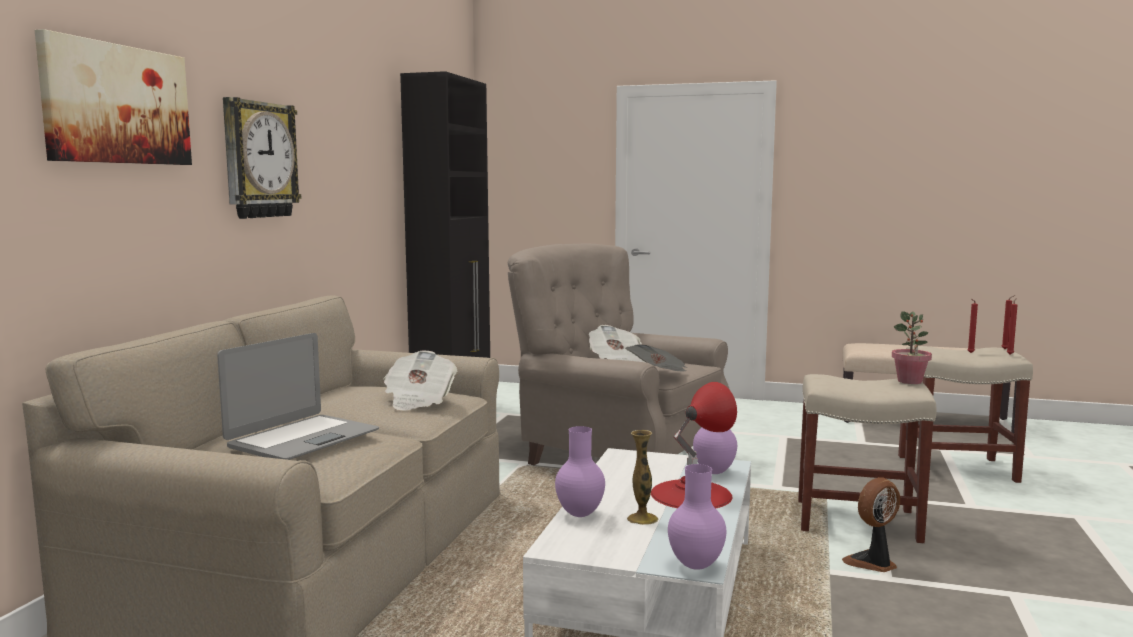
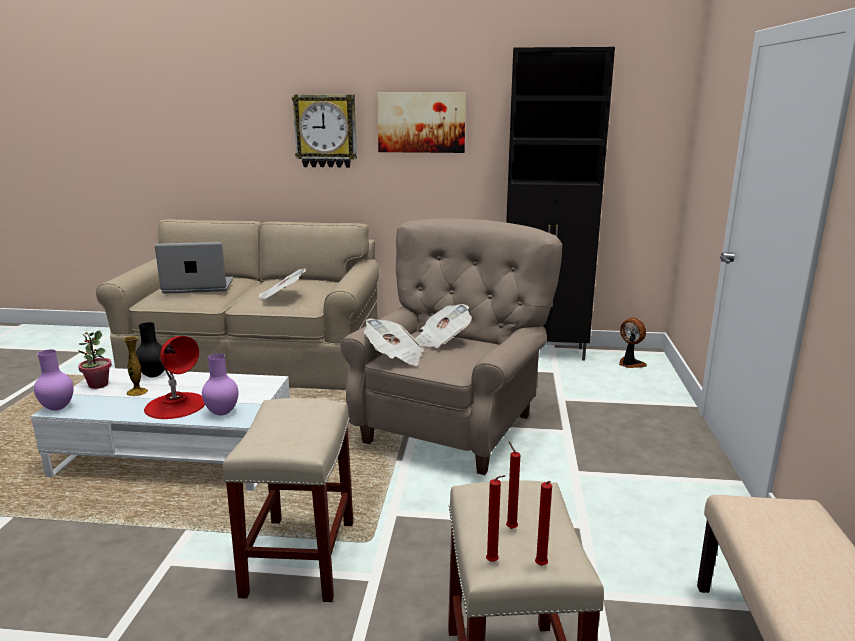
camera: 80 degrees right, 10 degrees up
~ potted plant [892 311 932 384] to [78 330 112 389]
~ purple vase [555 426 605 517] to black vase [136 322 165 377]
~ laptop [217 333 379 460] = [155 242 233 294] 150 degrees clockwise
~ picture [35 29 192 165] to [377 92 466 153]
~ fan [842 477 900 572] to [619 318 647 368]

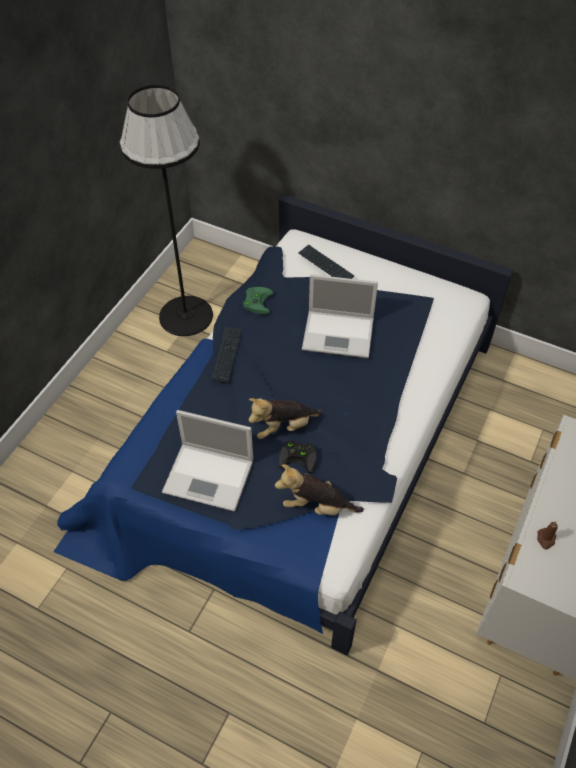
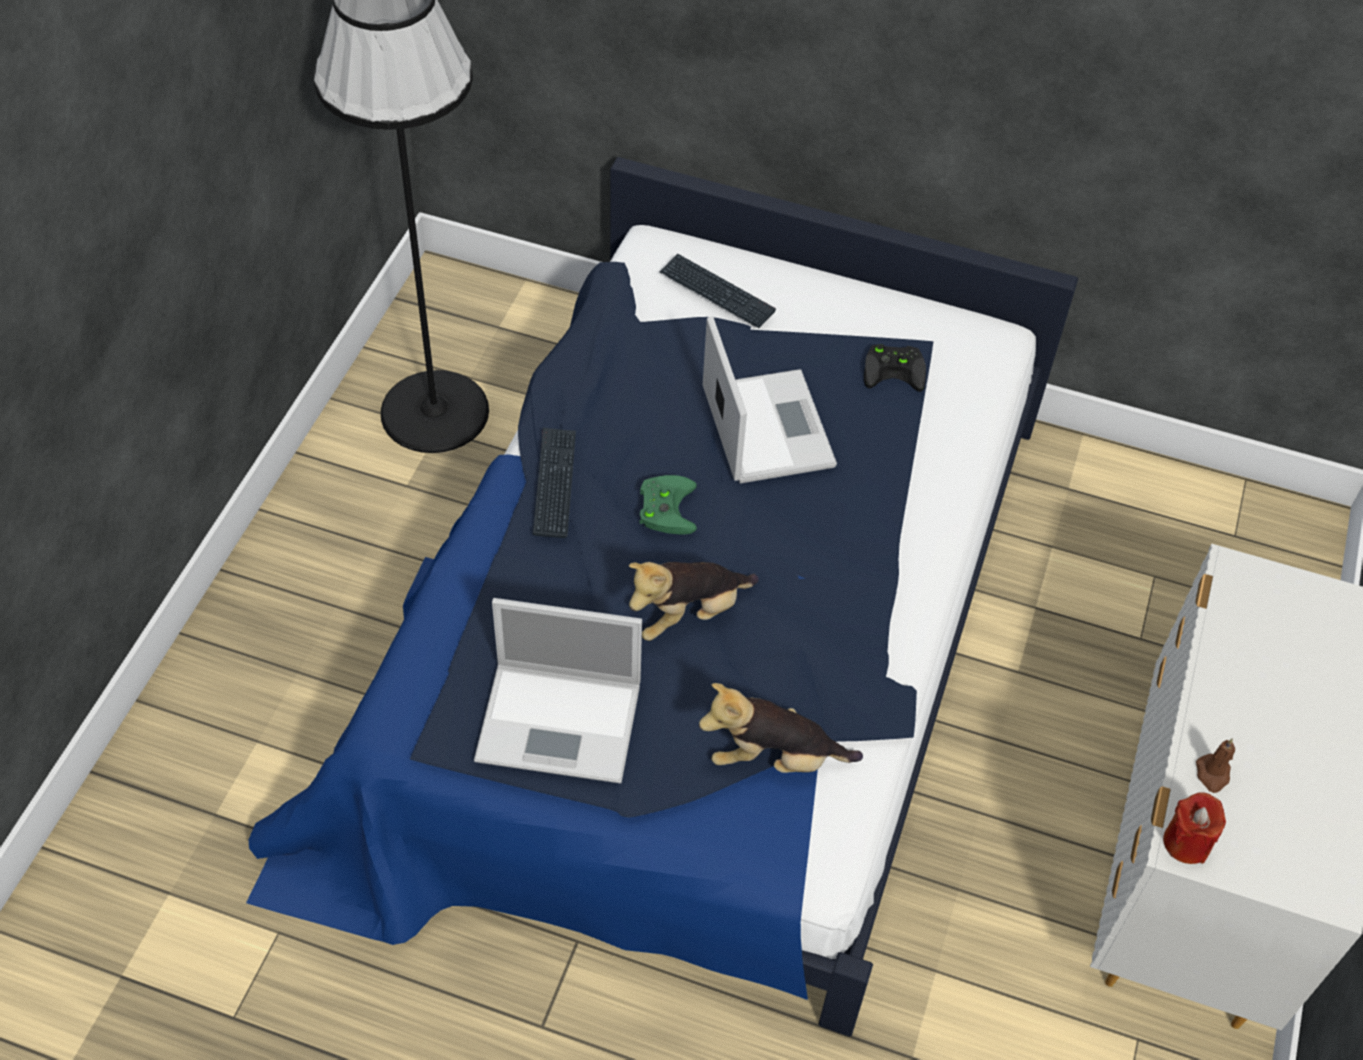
camera: 10 degrees left, 0 degrees up
~ green game controller [243 287 274 314] to [640 475 697 535]
~ laptop [302 274 378 358] = [703 316 837 483] 105 degrees counterclockwise
~ black game controller [278 441 316 473] to [864 344 926 392]
+ red candle [1163 792 1226 864]

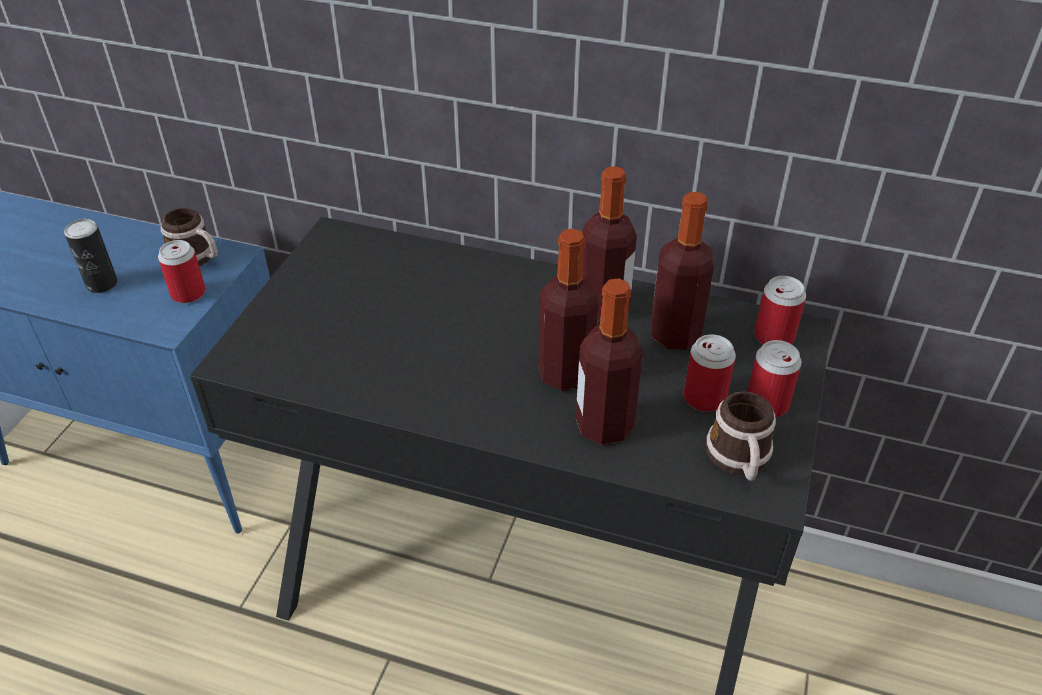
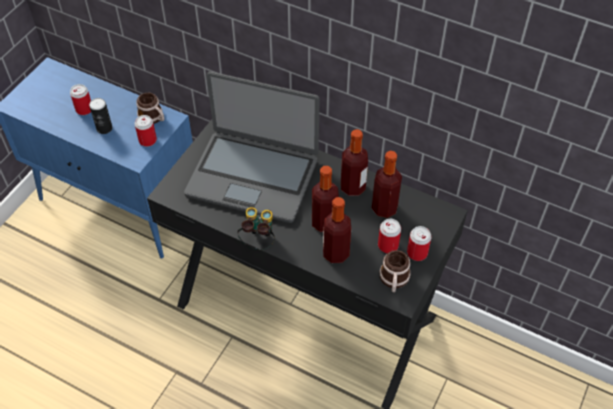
camera: 10 degrees right, 10 degrees up
~ can [754 276 806 344] to [70 84 91 115]
+ laptop [184 71 320 223]
+ binoculars [237 207 275 250]

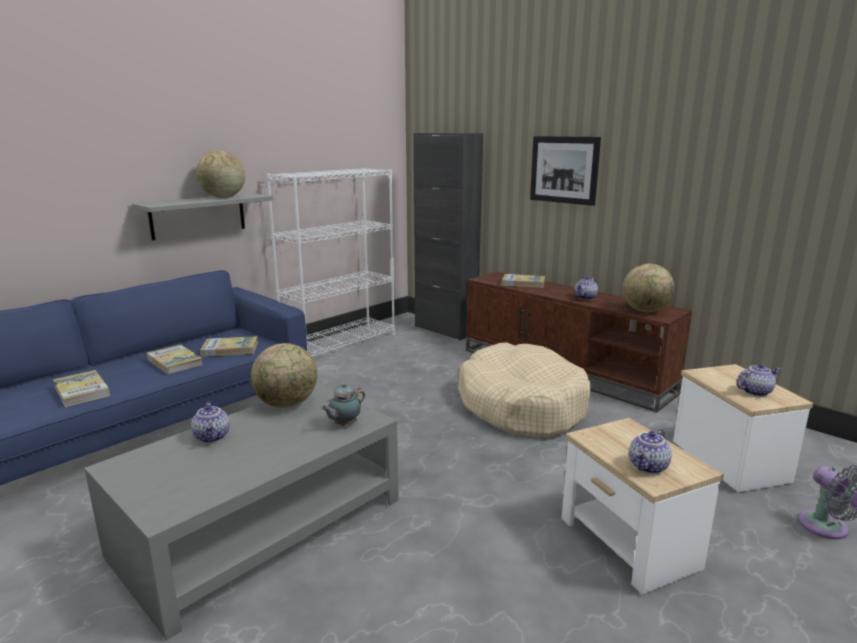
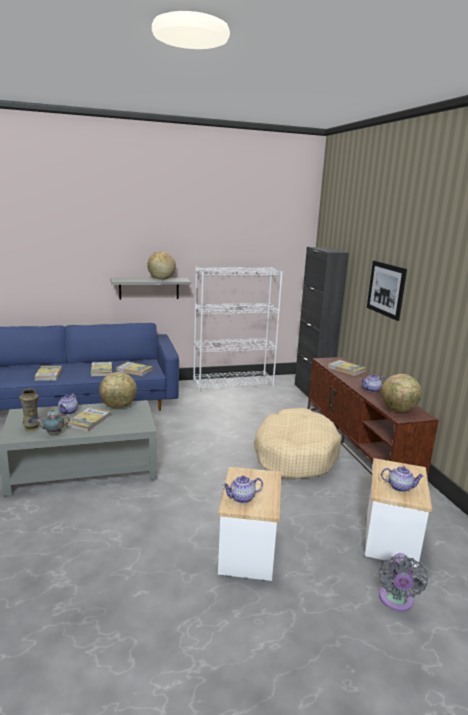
camera: 30 degrees right, 0 degrees up
+ vase [19 389 39 431]
~ teapot [321 383 365 426] to [35 409 70 434]
+ book [66 407 111 432]

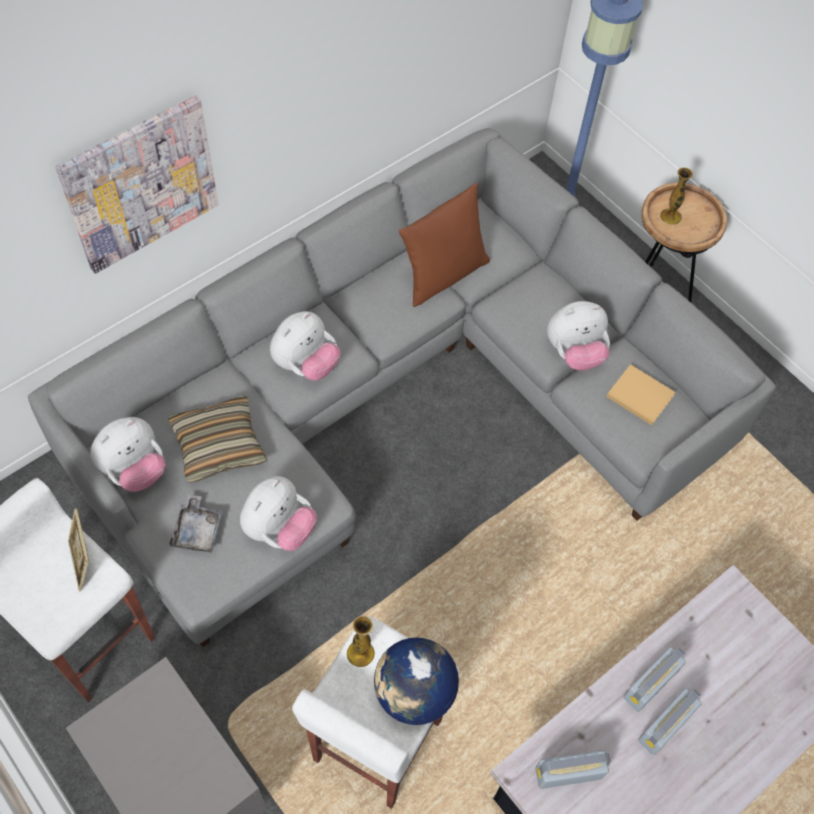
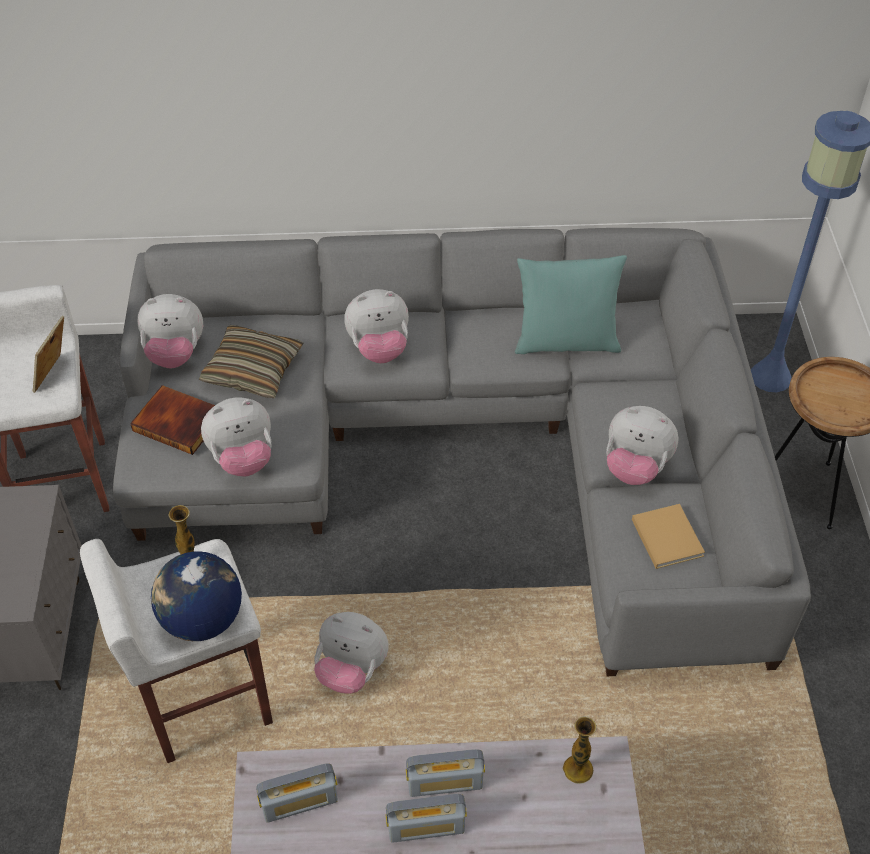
camera: 40 degrees right, 10 degrees down
~ grey tray [169 494 223 553] to book [130 385 215 455]
~ radio [535 750 611 789] = [256 763 338 823] 135 degrees clockwise
+ plush toy [314 612 389 694]
~ brown pillow [399 183 490 307] to turquoise pillow [515 255 627 354]
~ vase [660 167 693 225] to [562 716 597 784]
- picture [55 95 219 274]

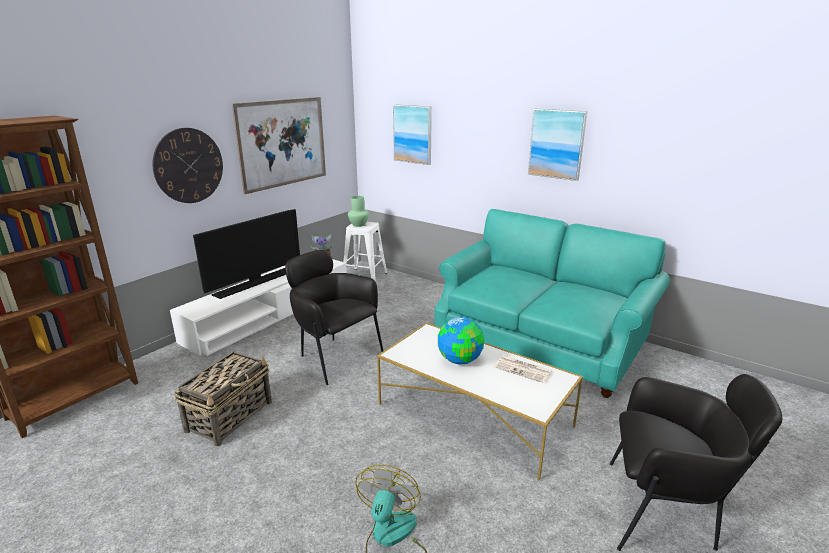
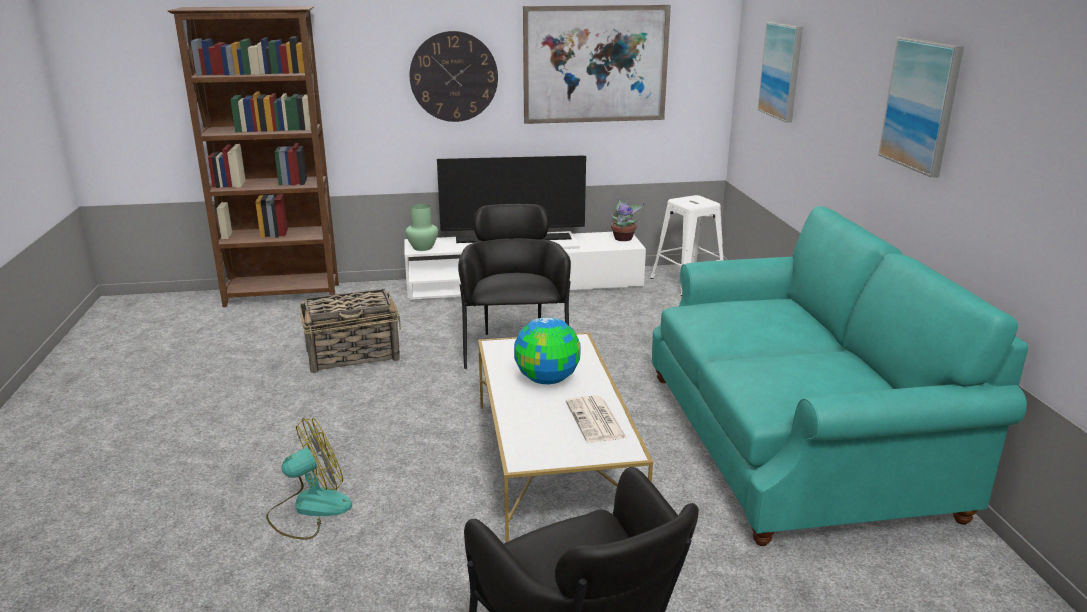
camera: 45 degrees right, 0 degrees up
~ green vase [348 196 369 227] to [405 204 438 251]

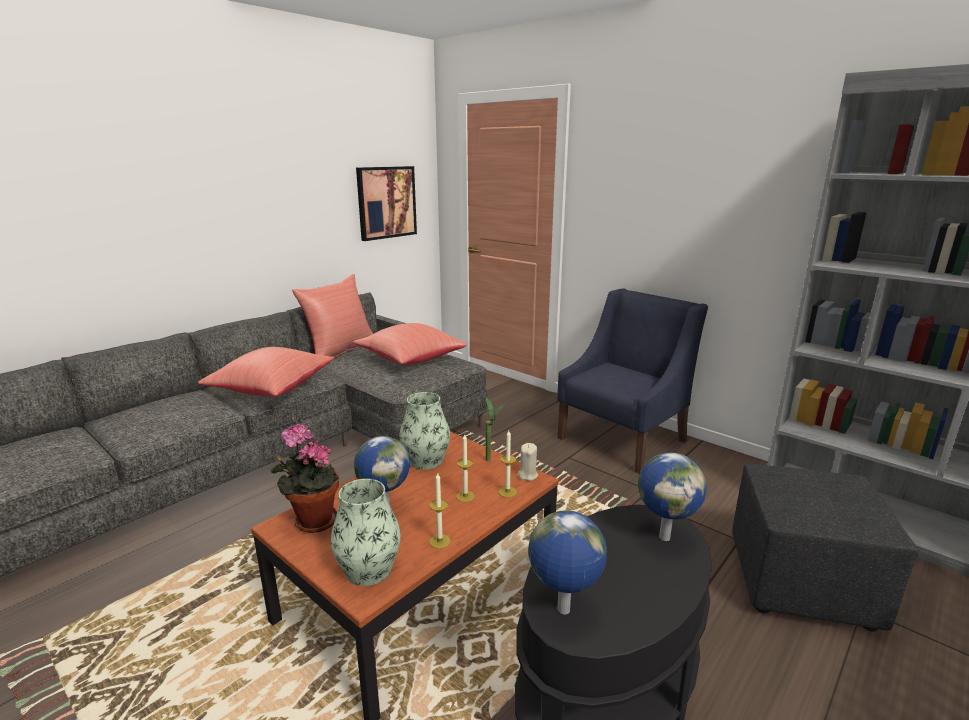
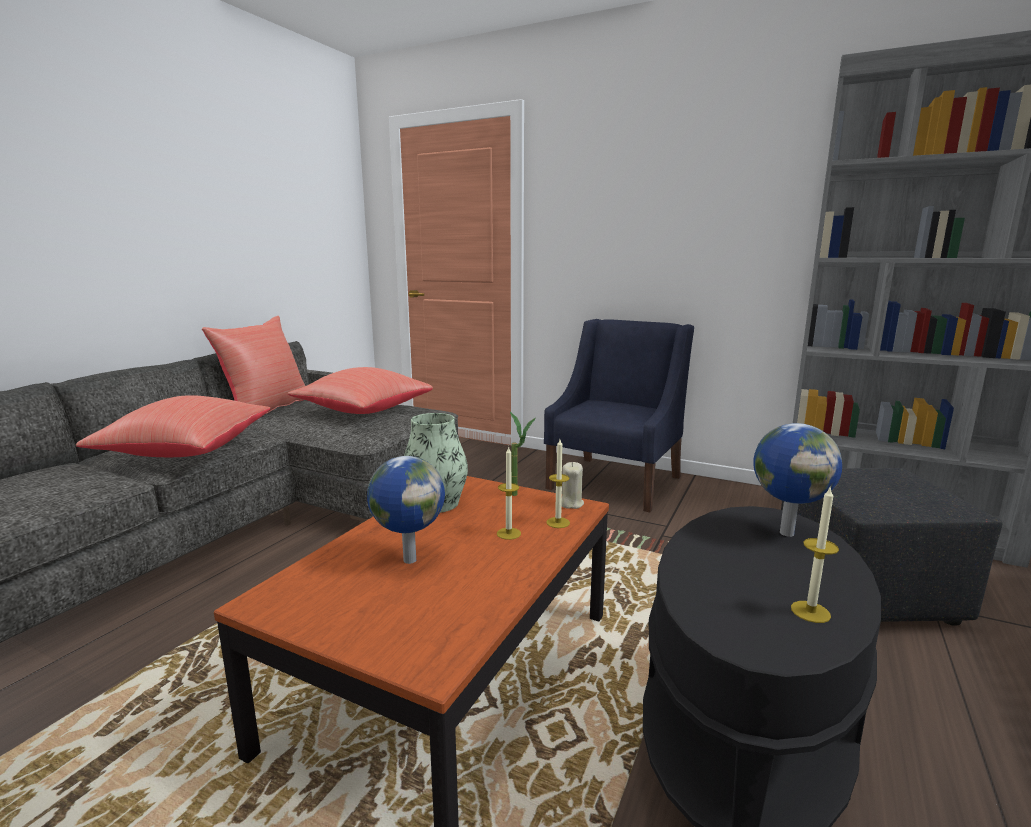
camera: 15 degrees left, 5 degrees down
~ candle [429 472 451 549] to [791 488 839 623]
- potted plant [271 424 339 533]
- vase [330 479 401 586]
- picture [356 166 417 241]
- globe [528 510 607 614]

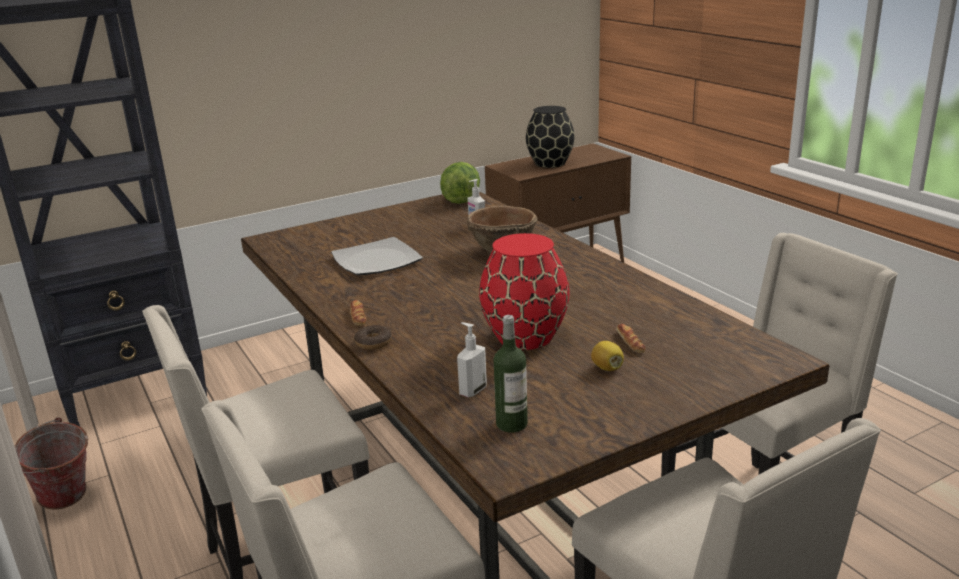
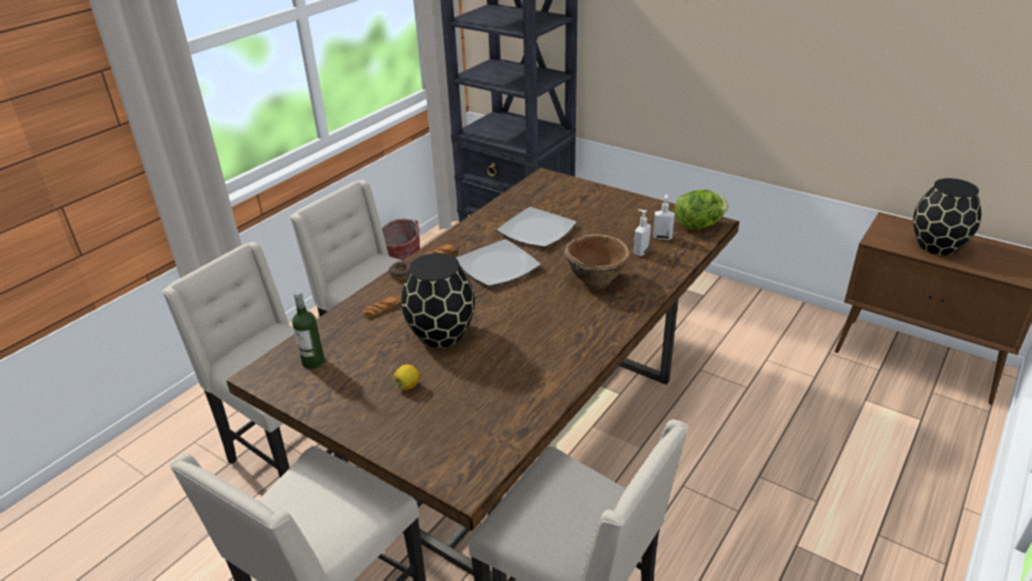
camera: 65 degrees right, 10 degrees up
~ bread [616 324 645 353] to [362 296 400 317]
~ red vase [479 233 570 350] to black vase [401 253 475 348]
+ plate [456 239 541 286]
~ soap dispenser [457 322 487 397] to [653 194 675 240]

